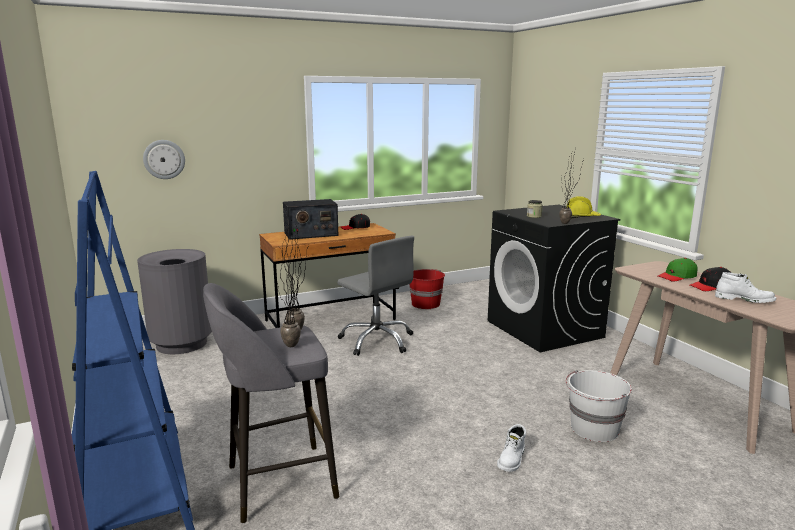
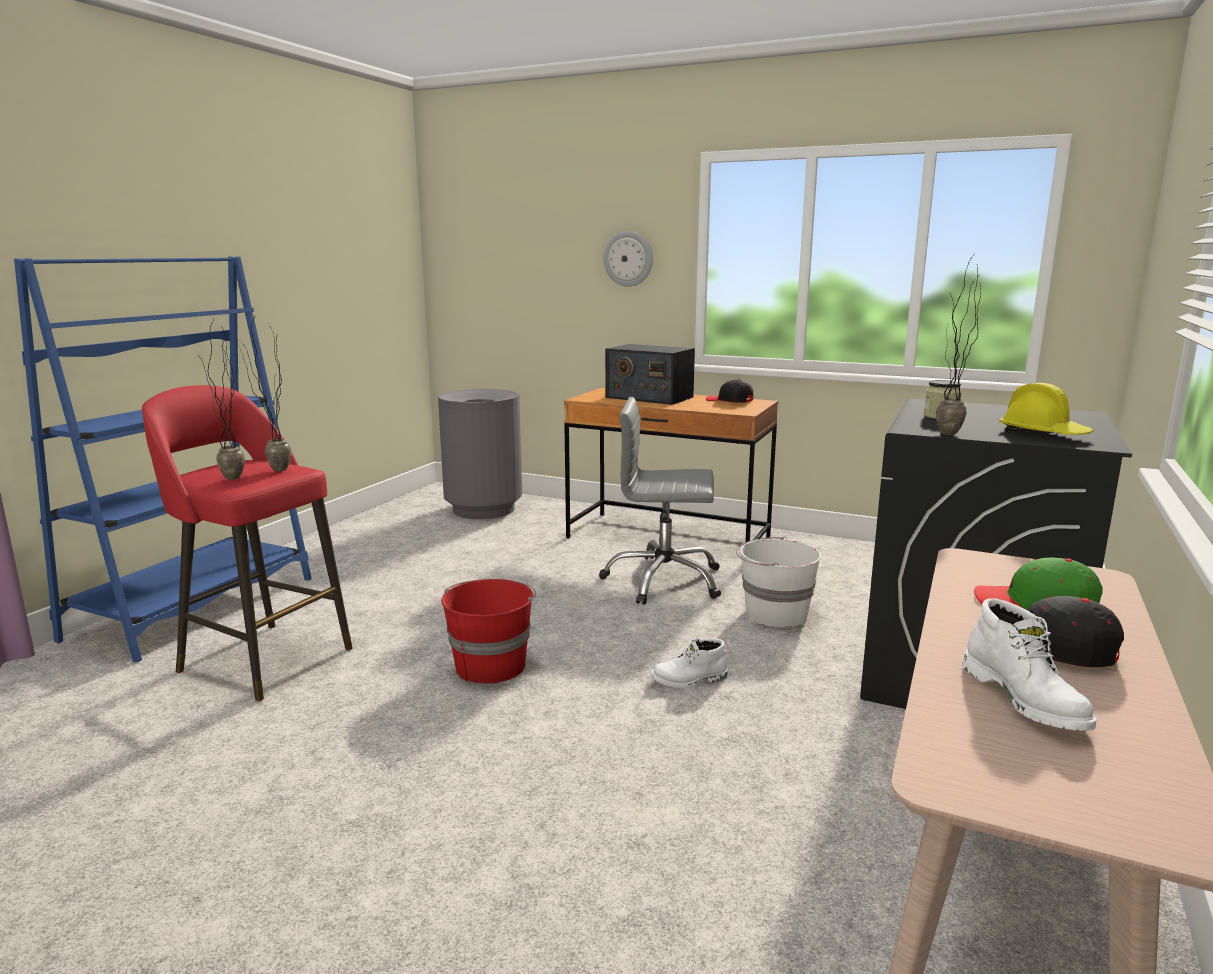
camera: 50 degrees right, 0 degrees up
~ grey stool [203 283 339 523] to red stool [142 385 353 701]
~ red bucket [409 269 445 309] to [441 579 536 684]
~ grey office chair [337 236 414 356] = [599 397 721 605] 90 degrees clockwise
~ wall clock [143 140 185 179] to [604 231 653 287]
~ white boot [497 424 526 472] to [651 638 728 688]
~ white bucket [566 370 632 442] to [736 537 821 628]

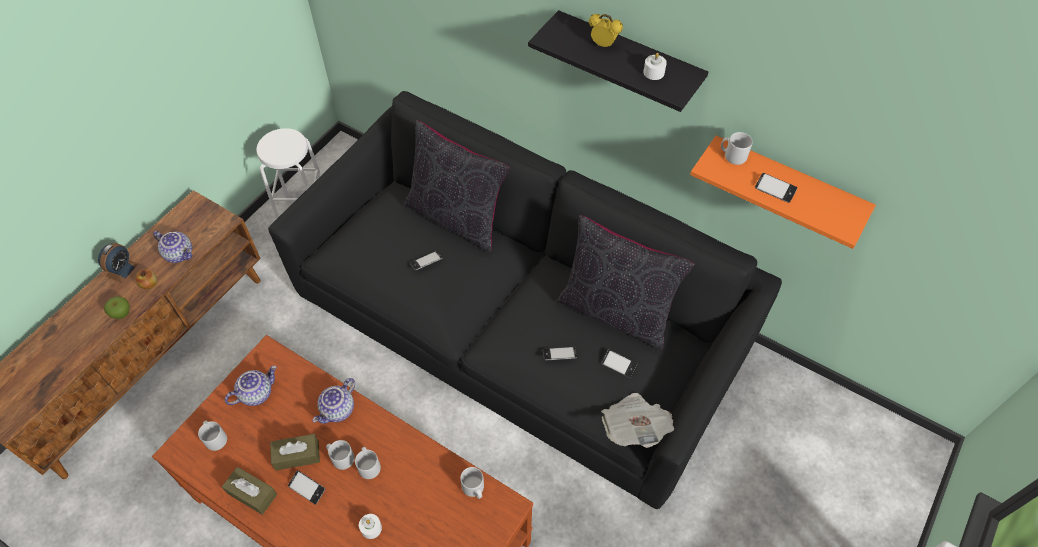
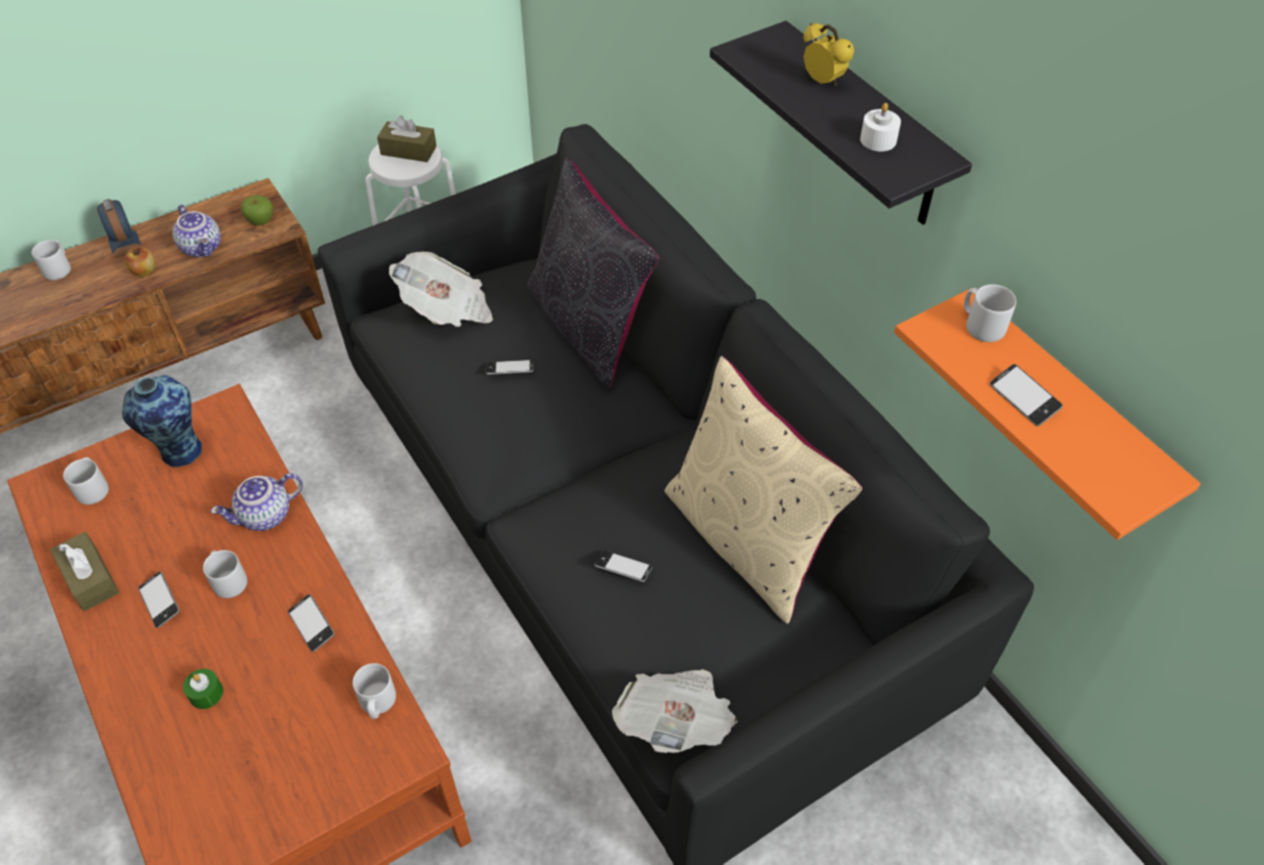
camera: 25 degrees right, 5 degrees down
~ grey mug [355 447 381 479] to [32 240 71 280]
~ alarm clock [98 243 138 283] = [97 199 142 258] 75 degrees counterclockwise
~ teapot [225 366 277 406] to vase [122 375 202 467]
~ white candle [359 514 382 539] to green candle [183 669 223 709]
~ apple [104 297 130 319] to [241 195 273 225]
~ phone [602 350 637 378] to [288 594 335 652]
~ brown tissue box [270 434 320 471] to [377 116 437 162]
+ newspaper [389 251 493 327]
~ black pillow [557 215 695 350] to beige pillow [665 356 863 624]

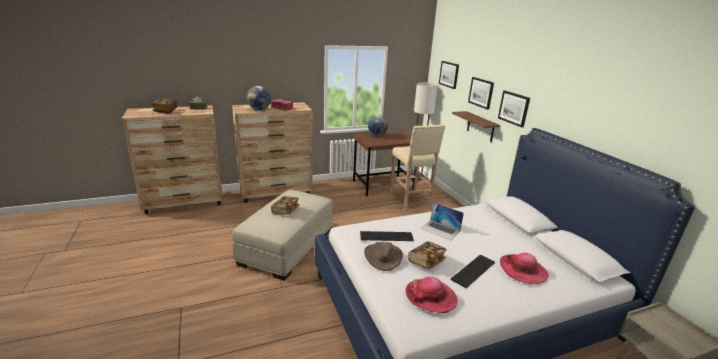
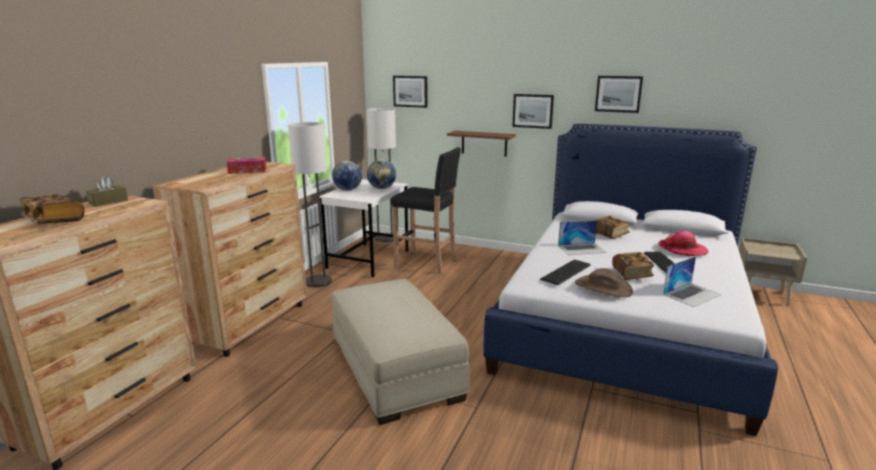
camera: 45 degrees left, 5 degrees down
+ floor lamp [288 122 332 287]
~ brown desk [353 131 415 196] to white desk [319 179 408 277]
~ globe [247 86 271 110] to [367 159 396 189]
~ beige stool [389 124 445 212] to black stool [391 147 461 274]
~ book [271 196 299 215] to [594 216 630 239]
~ picture [468 77 494 110] to [595 76 643 113]
~ hat [406 276 457 313] to laptop [663 256 722 307]

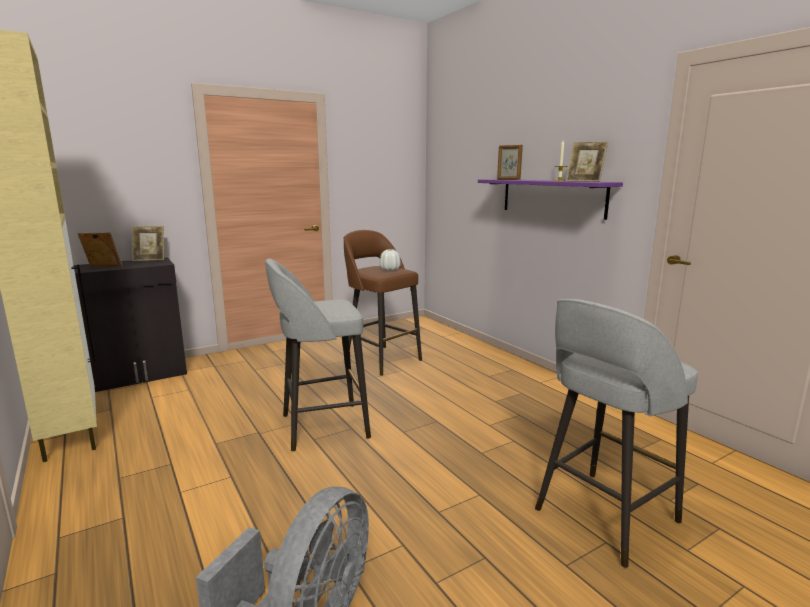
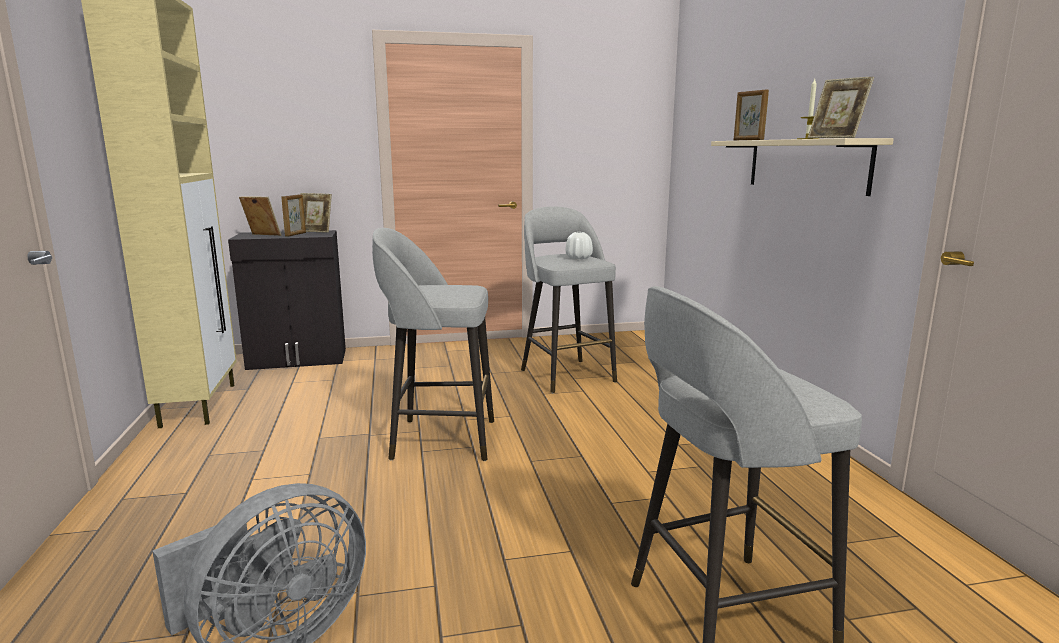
camera: 20 degrees right, 0 degrees up
+ picture frame [281 194 306 237]
~ brown stool [344 230 422 376] to grey stool [521 206 617 393]
~ purple shelf [478 179 623 220] to beige shelf [711 138 894 196]

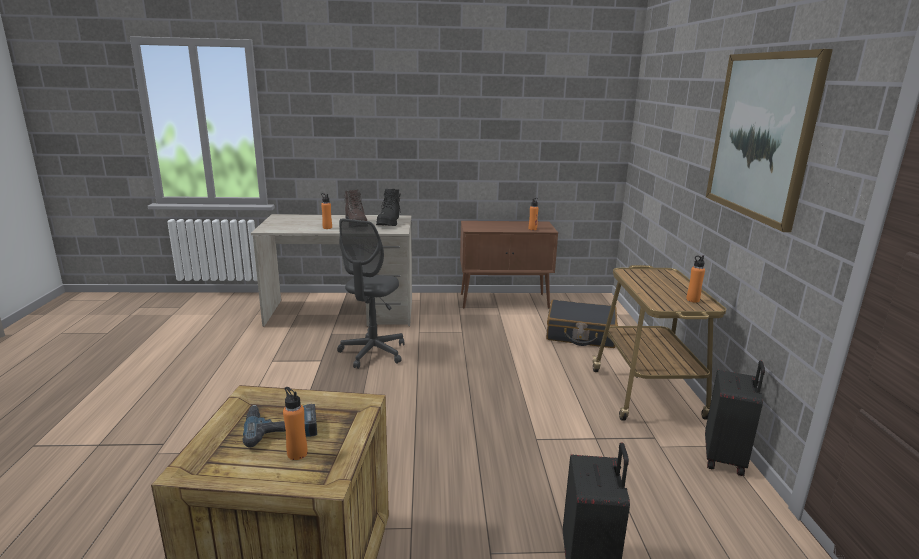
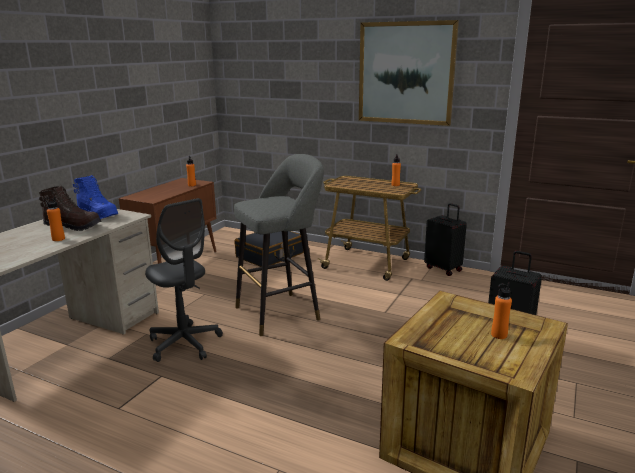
camera: 60 degrees left, 0 degrees up
~ black boot [376 189 401 226] to blue boot [73 175 118 219]
+ grey stool [234 154 324 336]
- power drill [242 404 317 448]

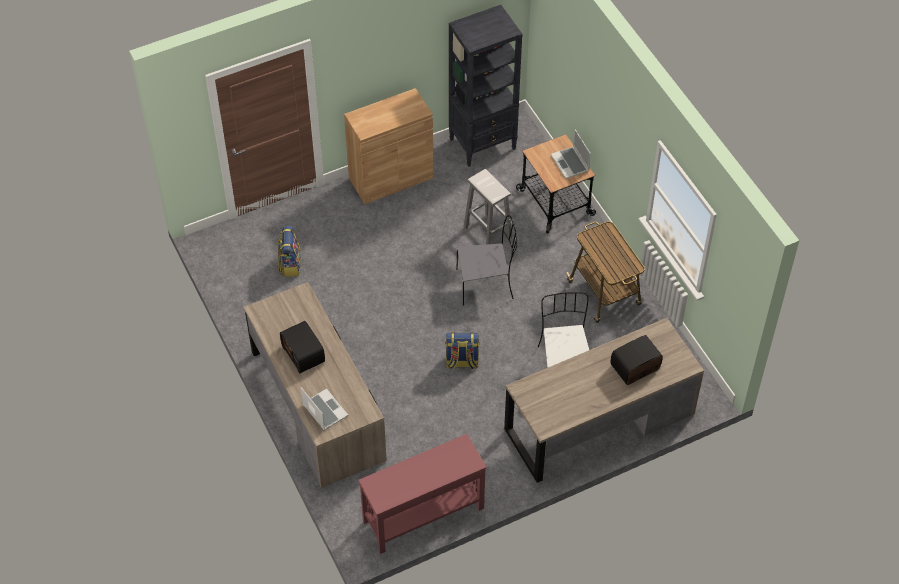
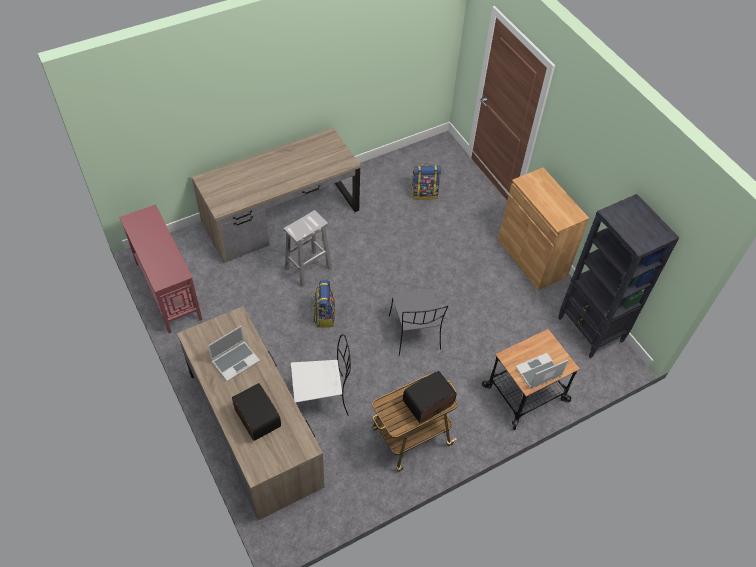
camera: 85 degrees right, 0 degrees up
~ laptop [301 387 348 430] to [208 326 260 382]
~ white stool [463 169 512 245] to [284 210 332 287]
~ radio [280 321 325 373] to [403 371 456 424]

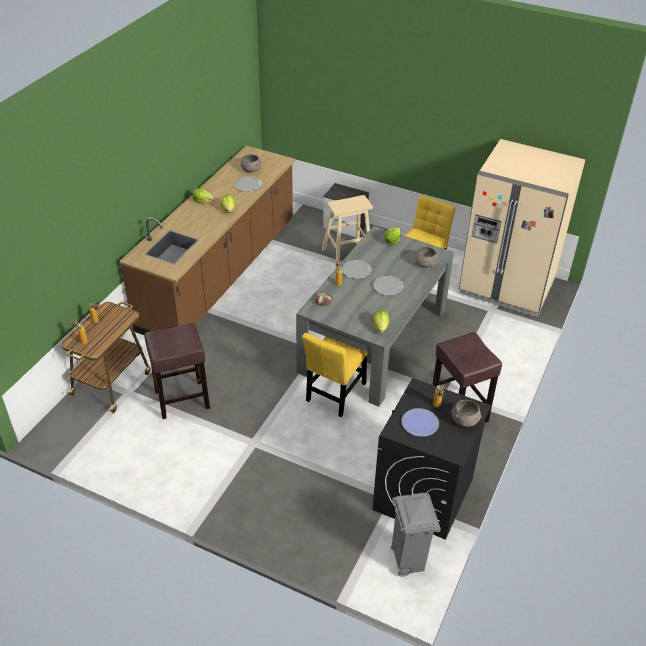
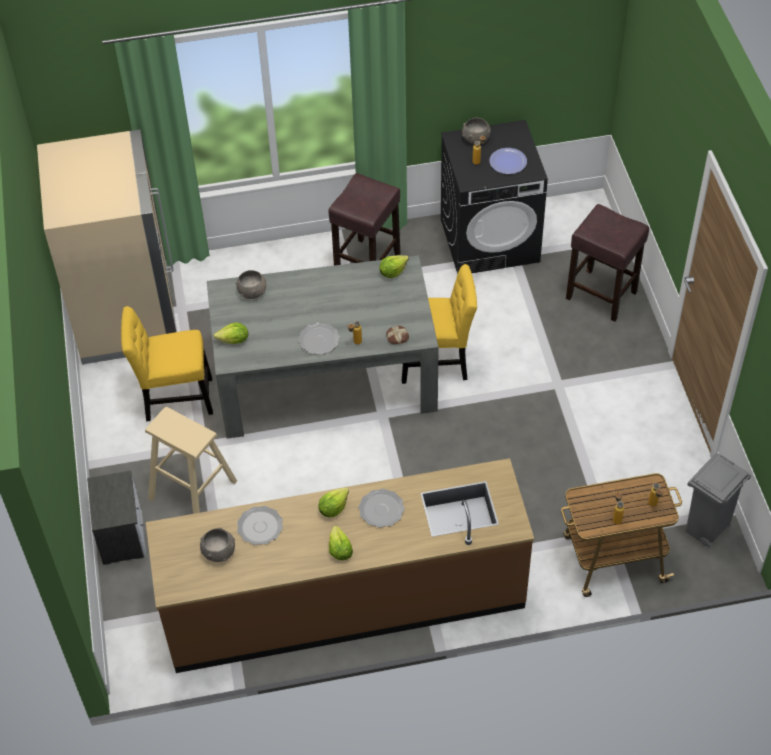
camera: 125 degrees left, 10 degrees up
~ plate [373 276 404 296] to [358 489 405 528]
~ brown stool [144 323 210 419] to [566 204 649 322]
~ grey trash can [391 493 441 577] to [686 453 751 549]

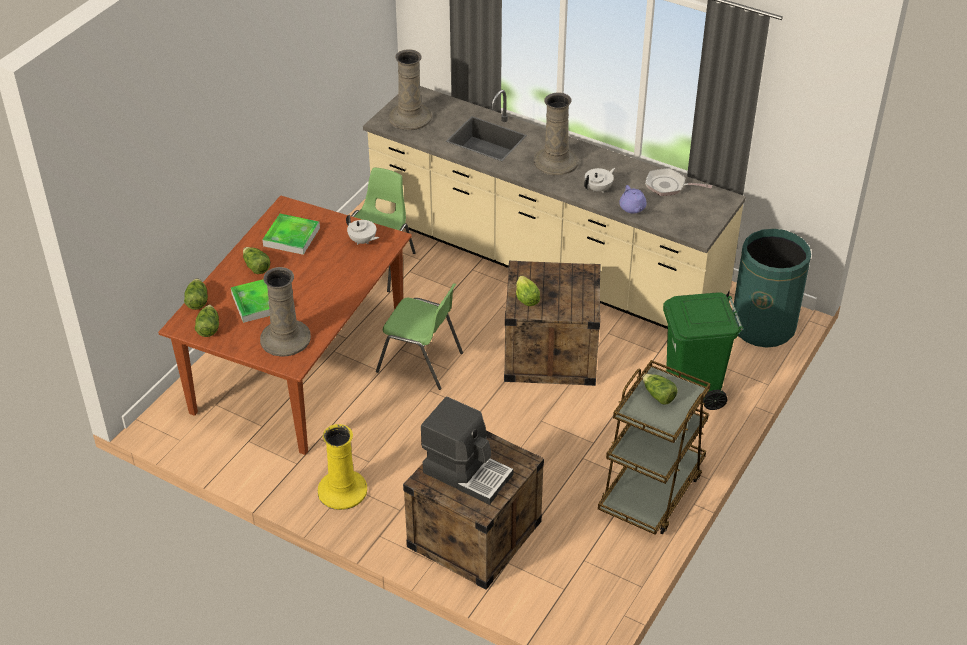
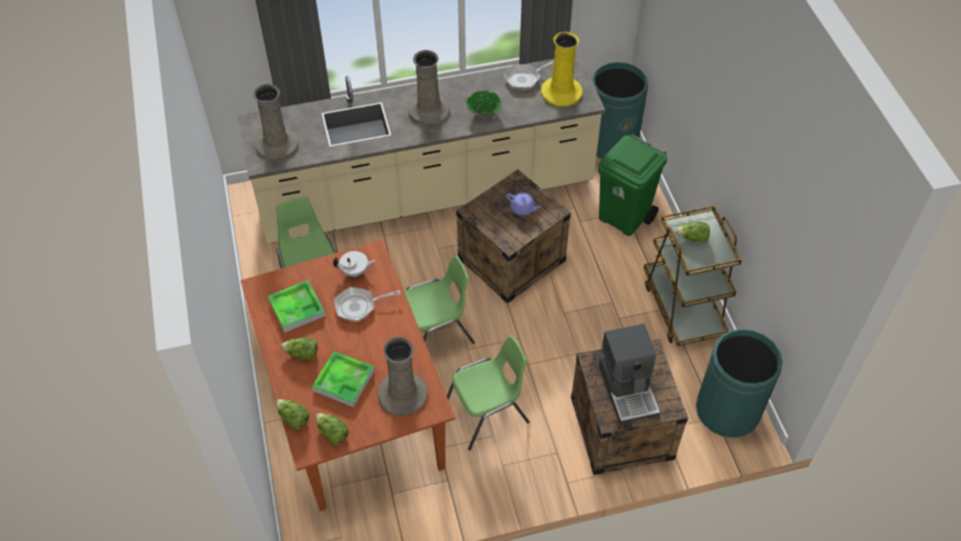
camera: 45 degrees left, 10 degrees up
+ frying pan [334 287 401 322]
+ green chair [447 335 530 450]
~ white teapot [584 168 615 193] to green bowl [466 90 501 117]
~ purple teapot [619 185 647 214] to [507 193 542 216]
~ yellow vase [318 424 367 510] to [541 32 582 107]
~ coffee machine [421 397 514 505] = [599 324 660 425] 90 degrees clockwise
+ green trash can [696 329 783 438]
- lettuce [516 276 540 306]

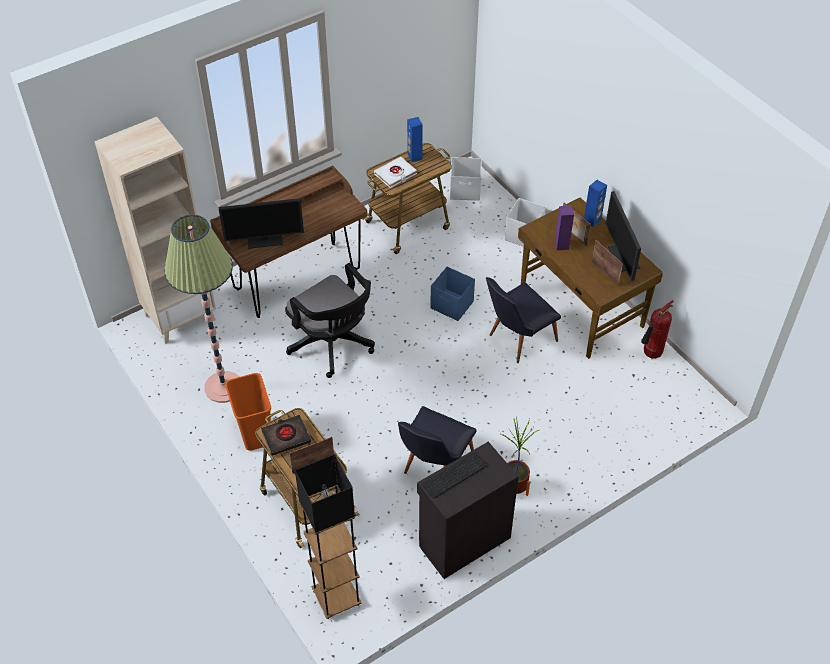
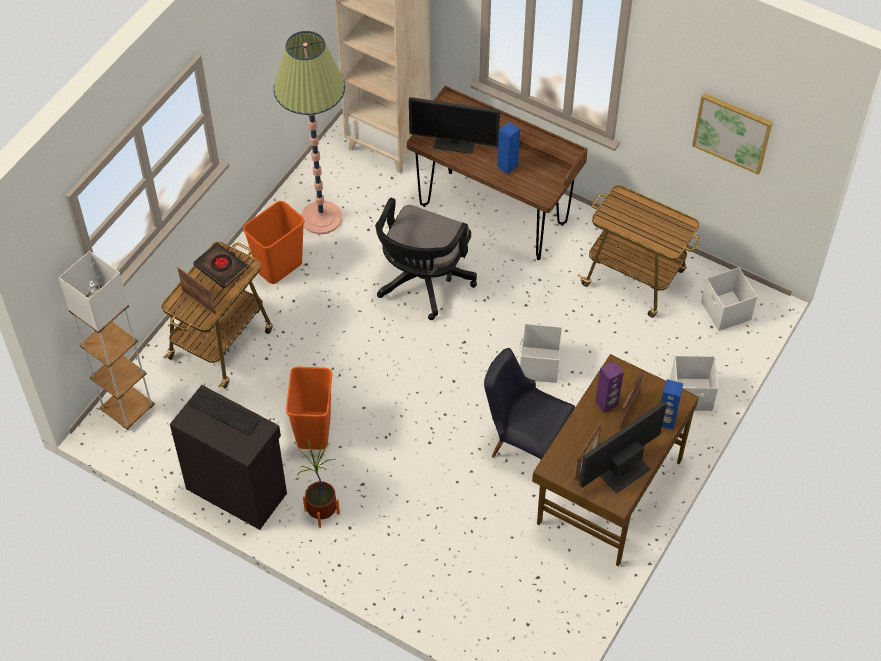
camera: 65 degrees right, 5 degrees up
~ black floor lamp [295 454 362 619] to white floor lamp [59 251 155 431]
~ black chair [398 406 476 474] to orange trash can [286 367 332 450]
~ monitor [219 198 304 249] = [409 97 500 154] 45 degrees counterclockwise
~ blue speaker [407 117 423 162] to [497 122 520 174]
~ blue storage box [430 267 475 321] to white storage box [519 323 562 383]
+ picture [692 93 773 175]
- white book [374 157 417 188]
- fire extinguisher [641 300 674 359]

